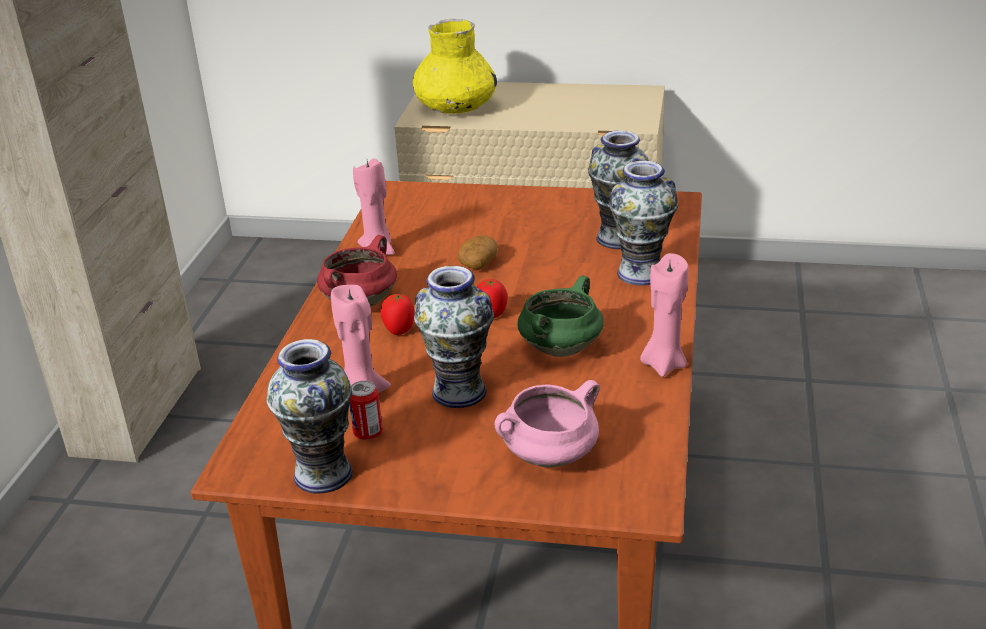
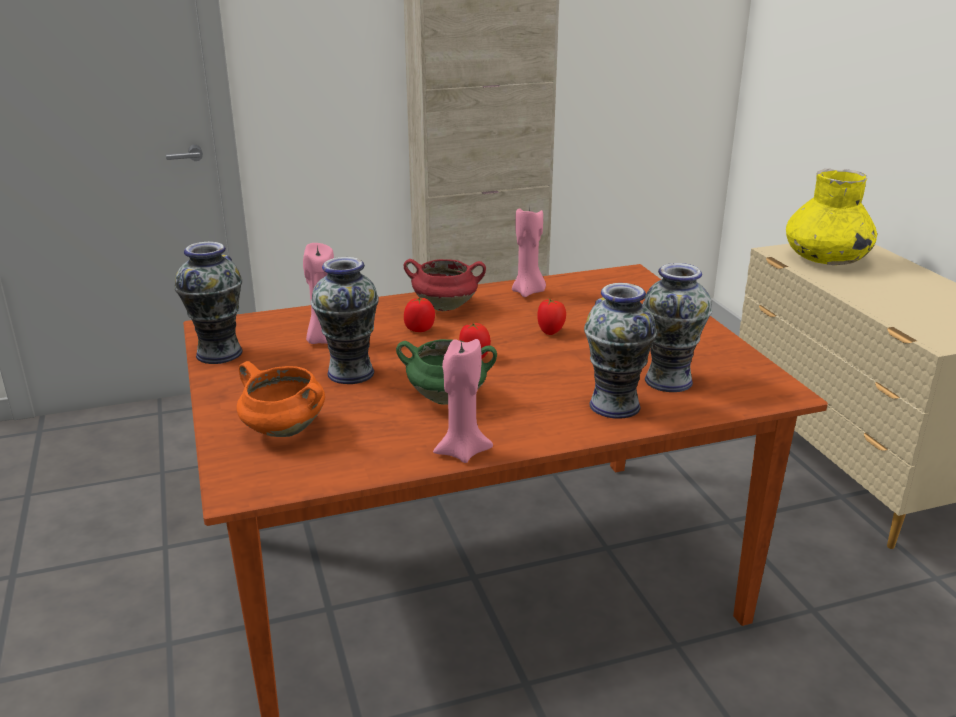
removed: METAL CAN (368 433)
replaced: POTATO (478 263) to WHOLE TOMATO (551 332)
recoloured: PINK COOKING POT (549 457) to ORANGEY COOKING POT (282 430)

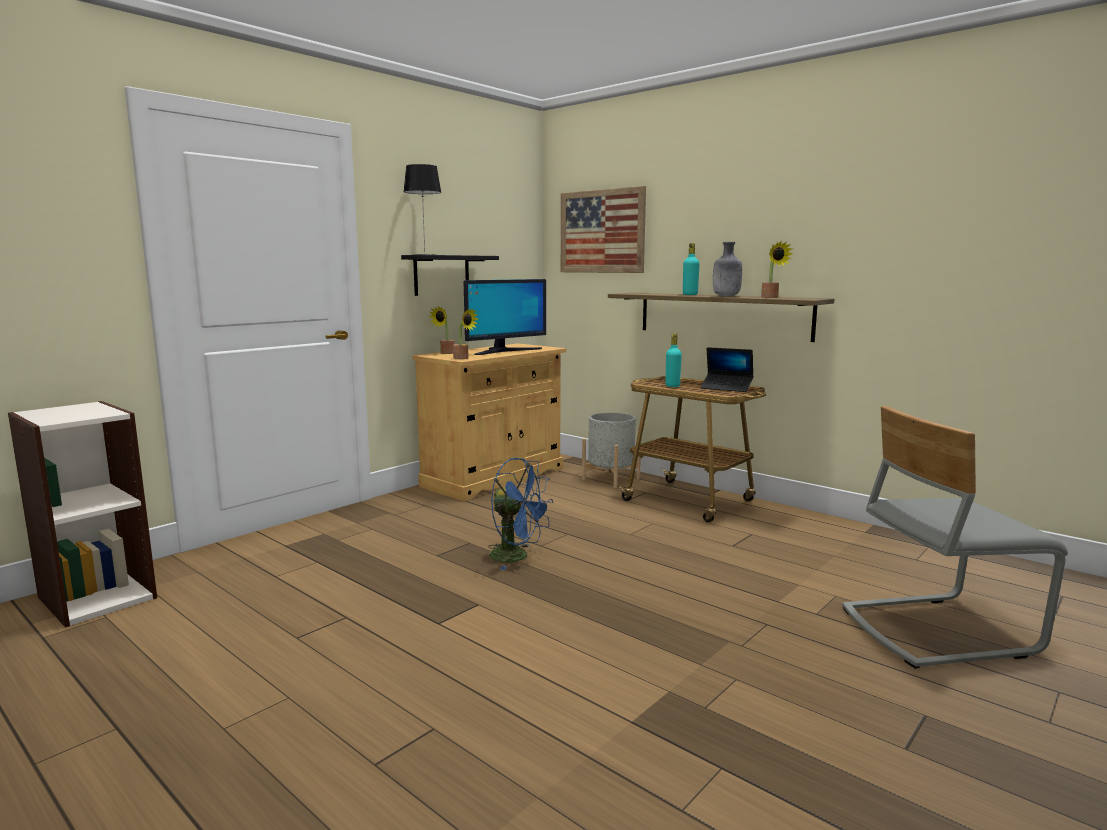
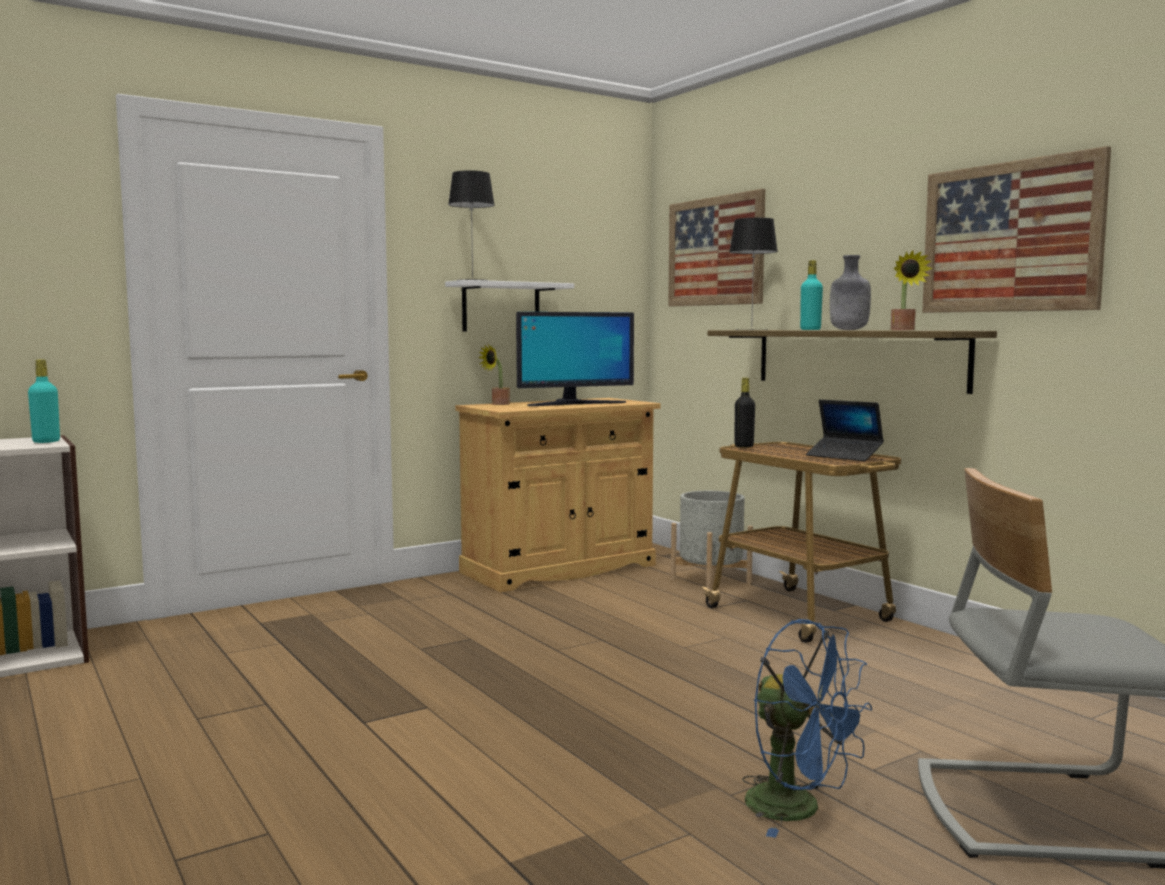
removed: POTTED PLANT (463 358)
added: TABLETOP LAMP (751 329); BLACK-COLOURED BEVERAGE BOTTLE (744 446); WALL PICTURE (1010 237)
moved: BLUE FAN (517 557) to (798 809); BLUE-GREEN BEVERAGE BOTTLE (672 386) to (46 441)
recoloured: BLACK-COLOURED BRACKET SHELF (441 275) to WHITISH BRACKET SHELF (501 307)

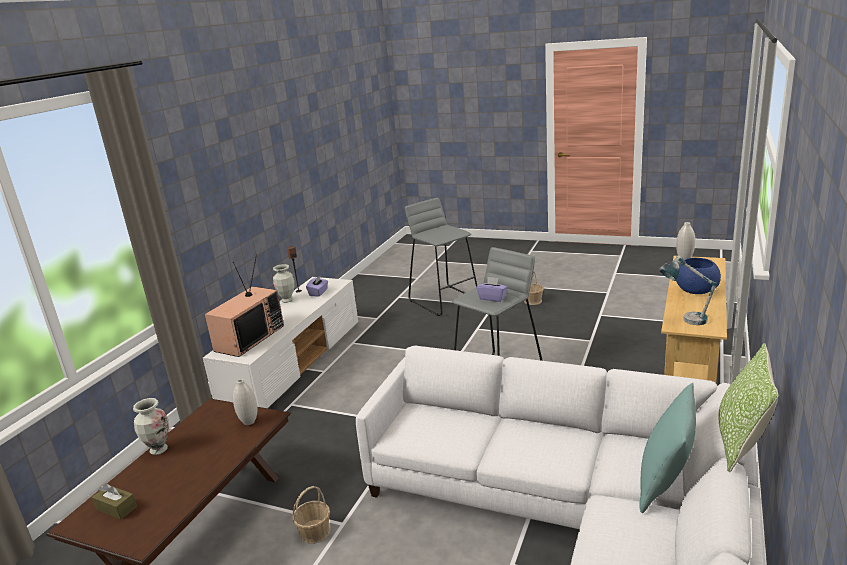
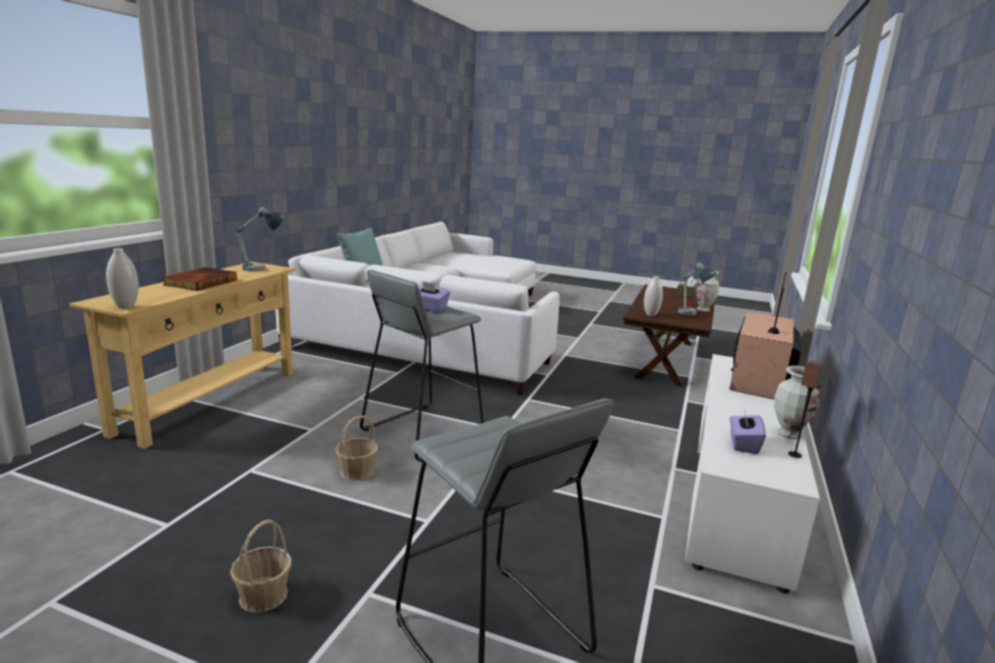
removed: THROW PILLOW (741 443)
added: TABLETOP LAMP (691 314)
moved: STORAGE BASKET (315 532) to (356 471)
replaced: BLUE SERVING BOWL (696 291) to BOUND BOOK (200 282)

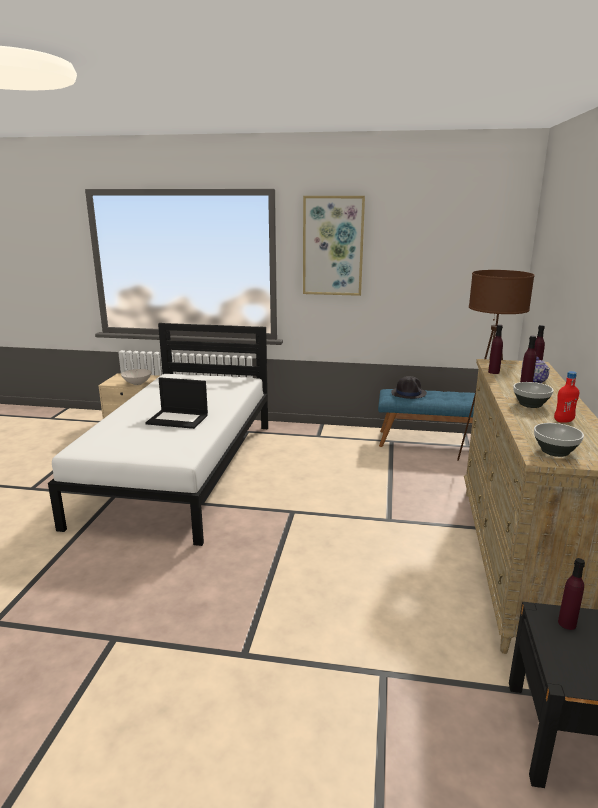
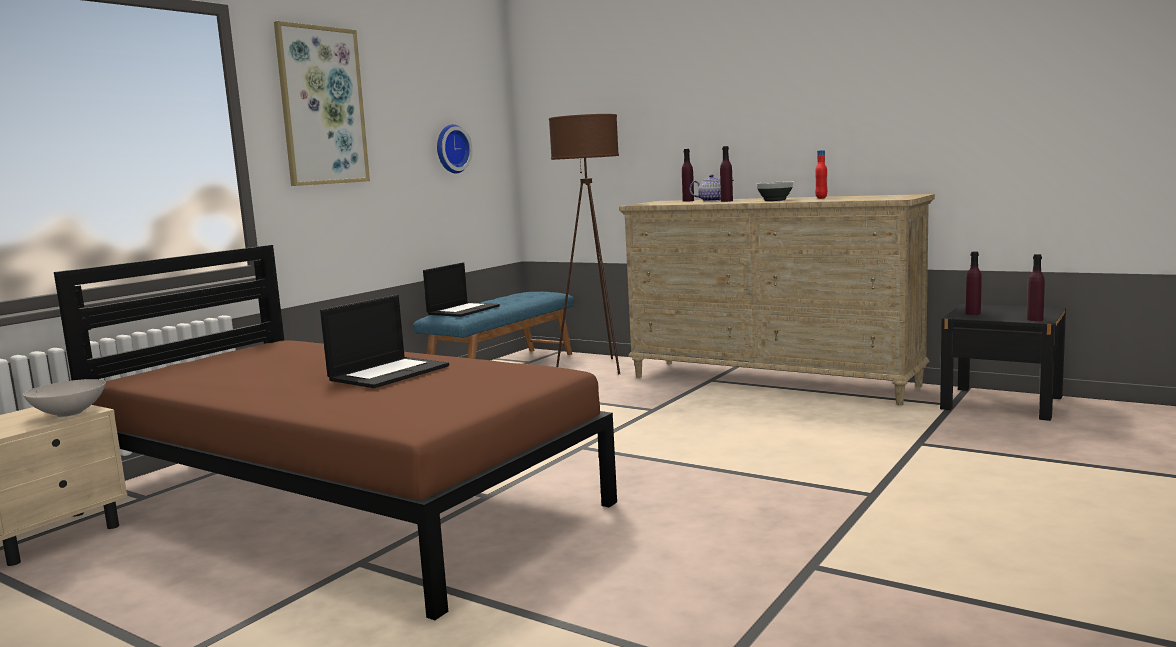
removed: SERVING BOWL (554 451)
added: HANGING CLOCK (451 149)
moved: PURPLE BEVERAGE BOTTLE (493 372) to (1035 319)
replaced: BLACK-COLOURED CLOTHING HAT (409 393) to NOTEBOOK COMPUTER (463 310)
recoloured: WHITISH SLEEPING BED (181 470) to BROWNISH SLEEPING BED (345 503)

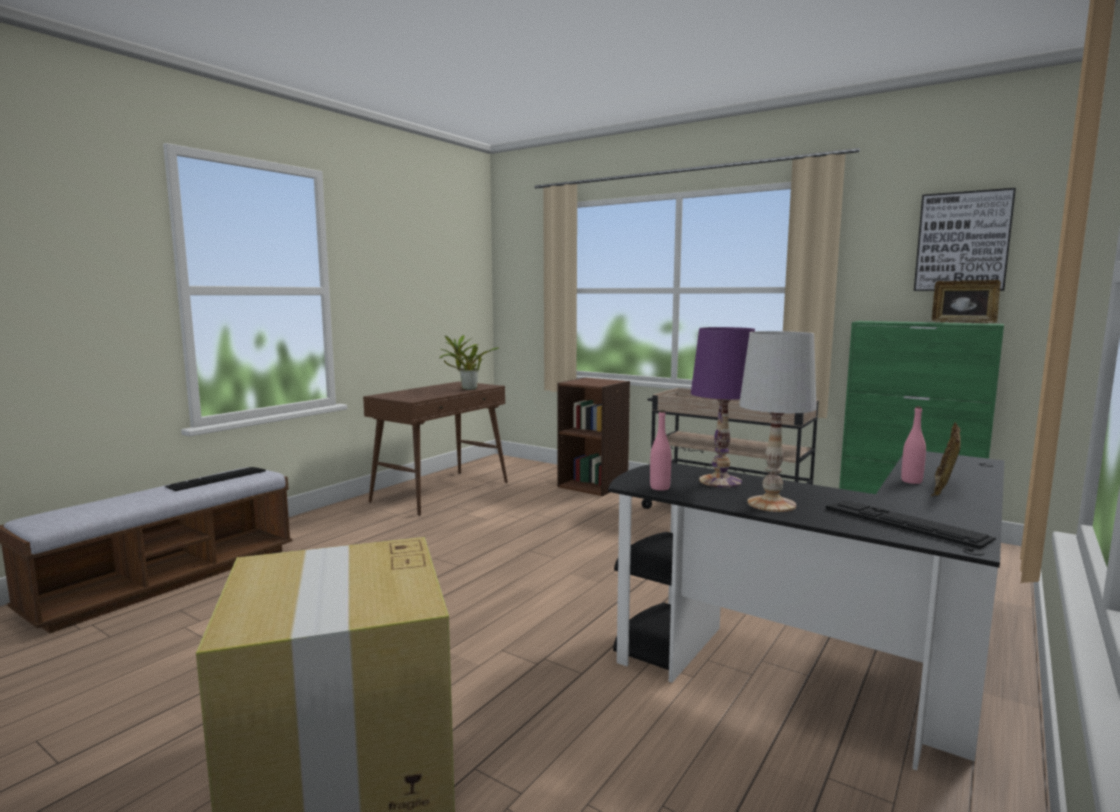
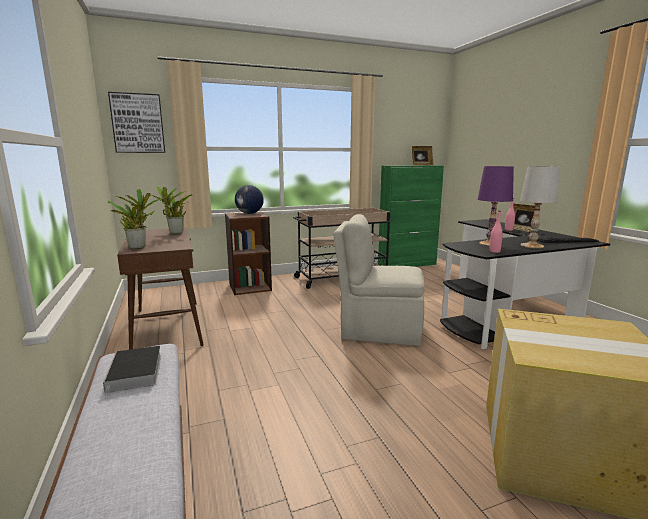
added: POTTED PLANT (138 247); DESK GLOBE (250 213); BEIGE-COLOURED UPRIGHT CHAIR (379 330)
moved: WALL PICTURE (962 242) to (137 123)
replaced: KEYBOARD (217 478) to BOUND BOOK (135 373)

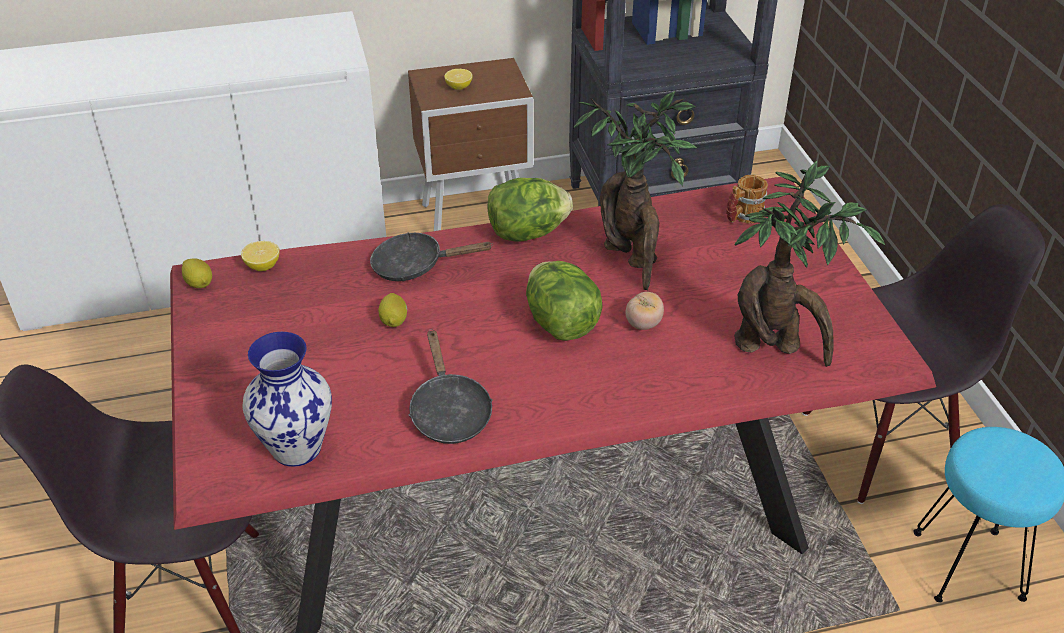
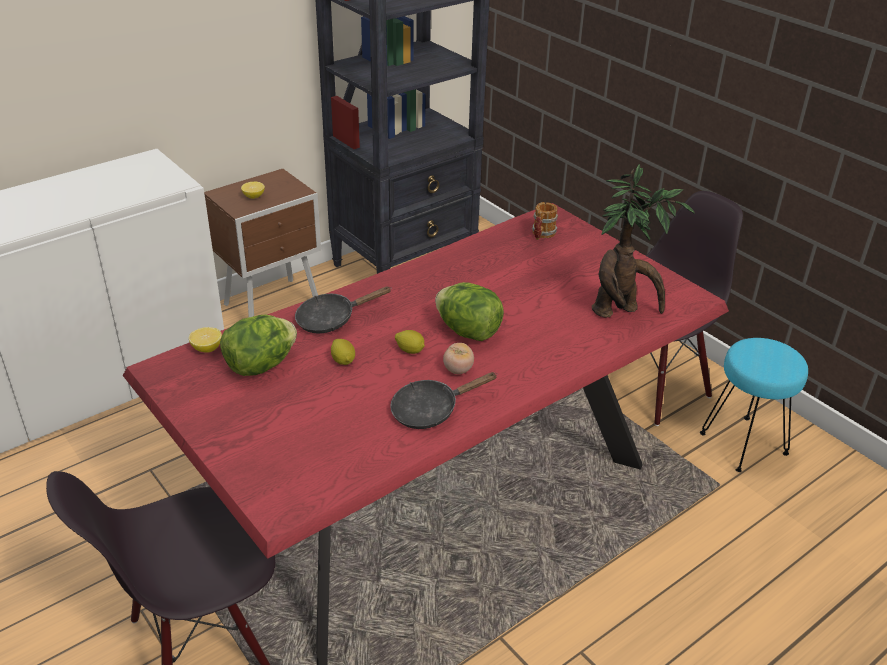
removed: VASE (295 447); POTTED PLANT (632 259)
moved: WHOLE LEMON (199 283) to (410 350); HEAD OF LETTUCE (527 233) to (260 365); WHOLE TOMATO (643 324) to (458 370)
turned: BLACK-COLOURED PAN (449 411) = (430 410) 105 degrees clockwise

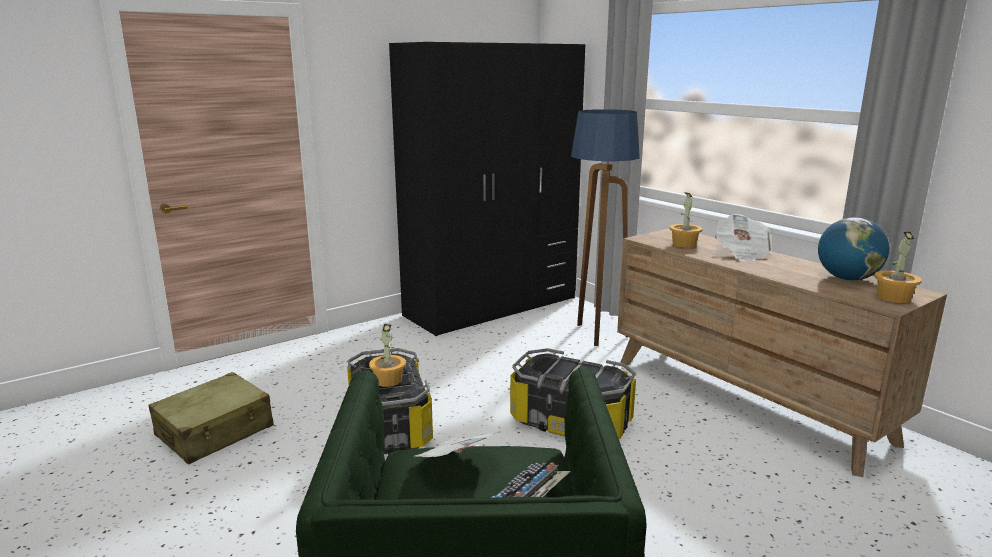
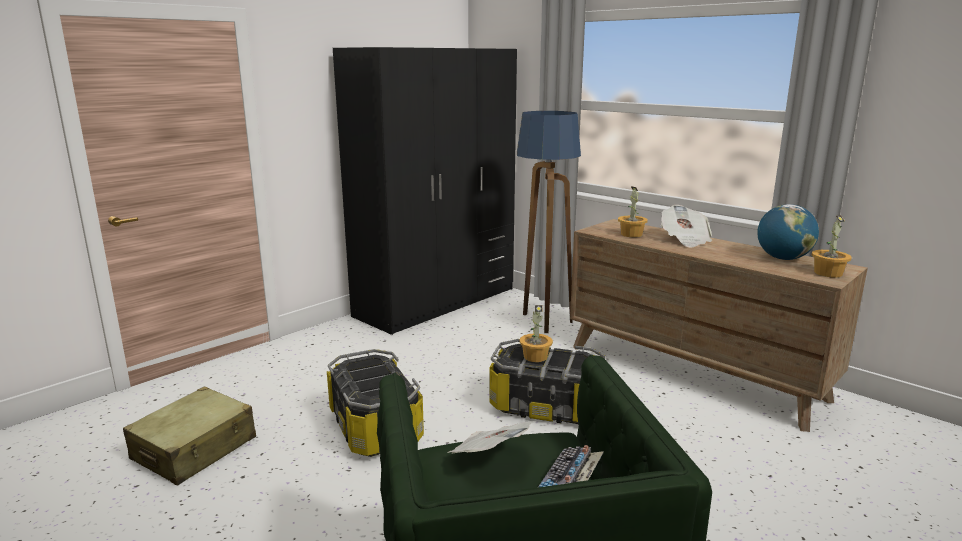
moved: POTTED PLANT (388 380) to (535 356)

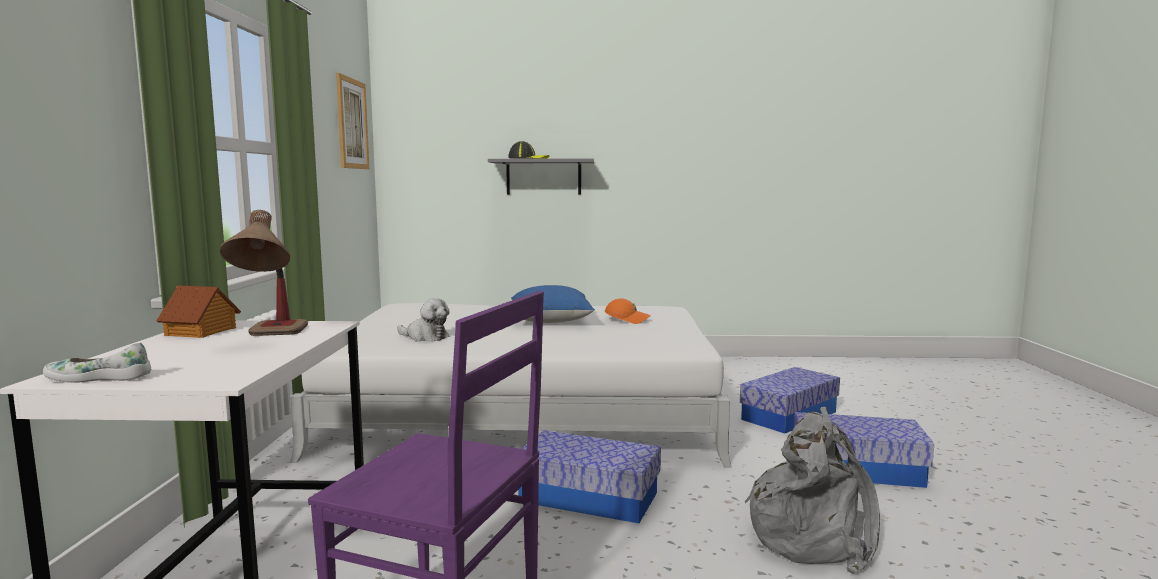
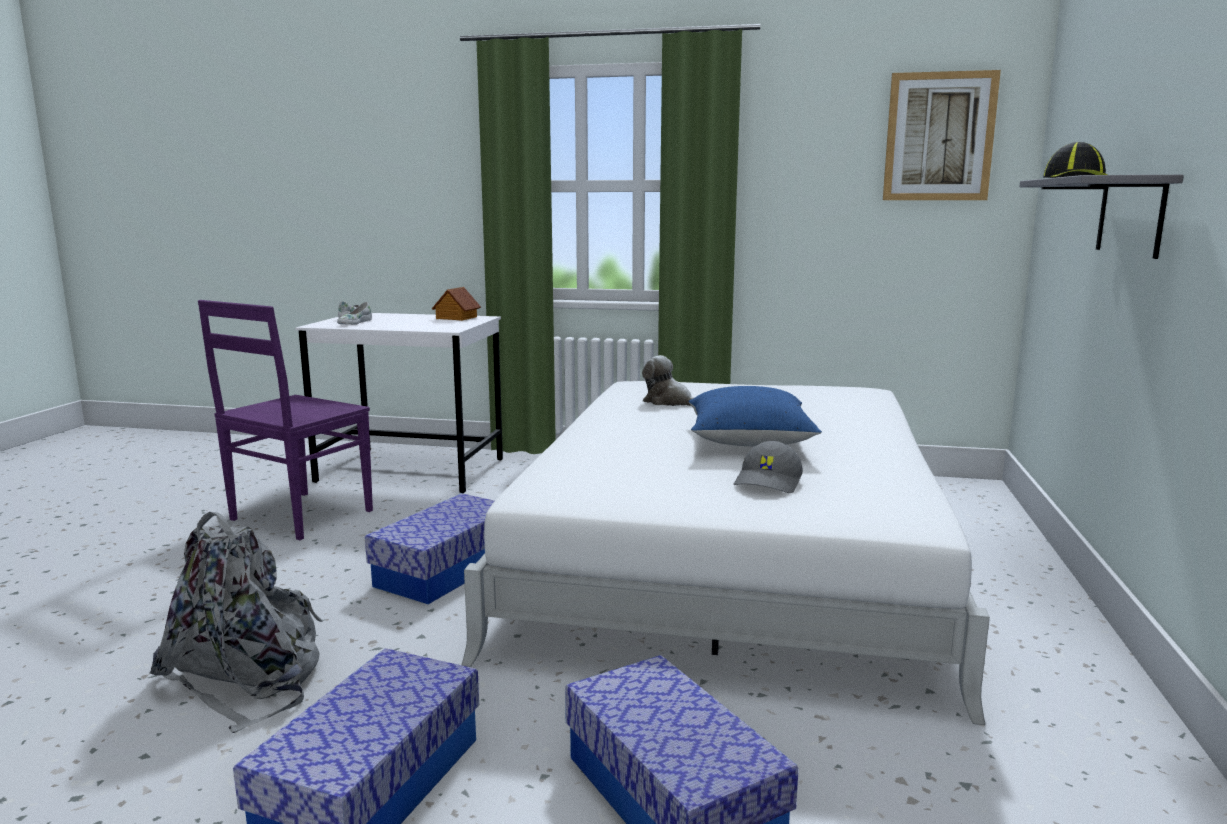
removed: TABLETOP LAMP (272 336)
added: WHITISH ITEM OF FOOTWEAR (354 323)
recoloured: ORANGEY PEAKED CAP (627 319) to GREYISH PEAKED CAP (769 482)
turned: SOFT TOY (425 337) = (669 402) 90 degrees clockwise

